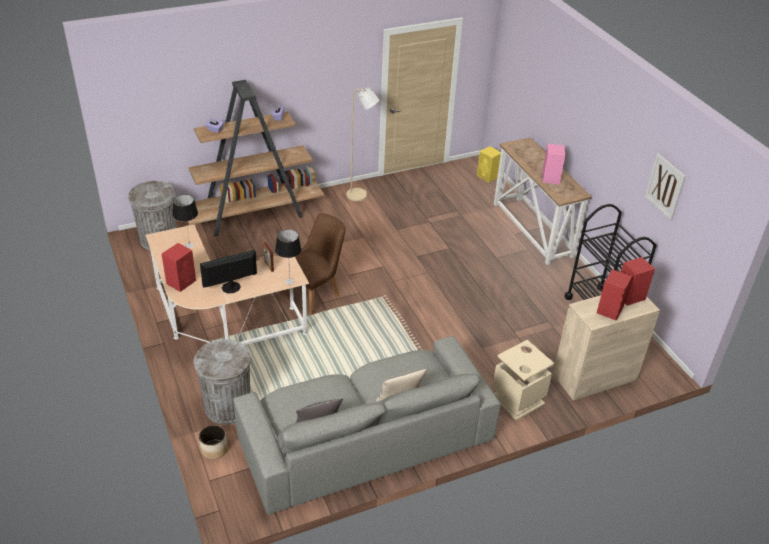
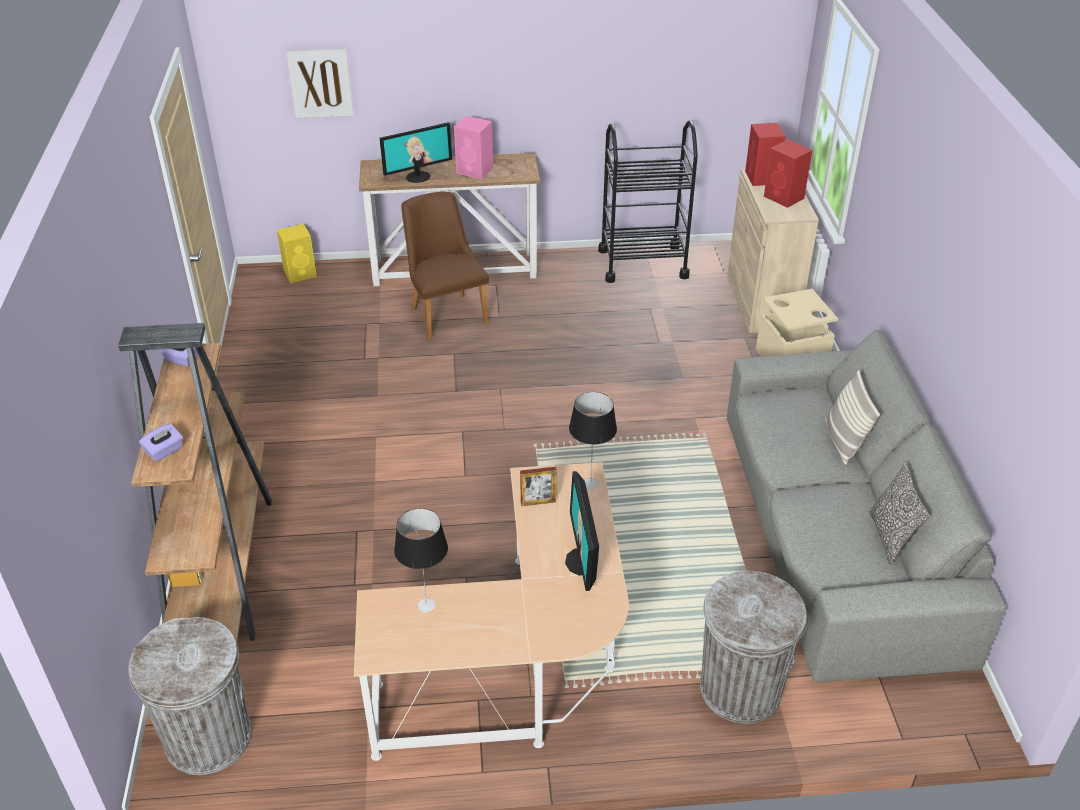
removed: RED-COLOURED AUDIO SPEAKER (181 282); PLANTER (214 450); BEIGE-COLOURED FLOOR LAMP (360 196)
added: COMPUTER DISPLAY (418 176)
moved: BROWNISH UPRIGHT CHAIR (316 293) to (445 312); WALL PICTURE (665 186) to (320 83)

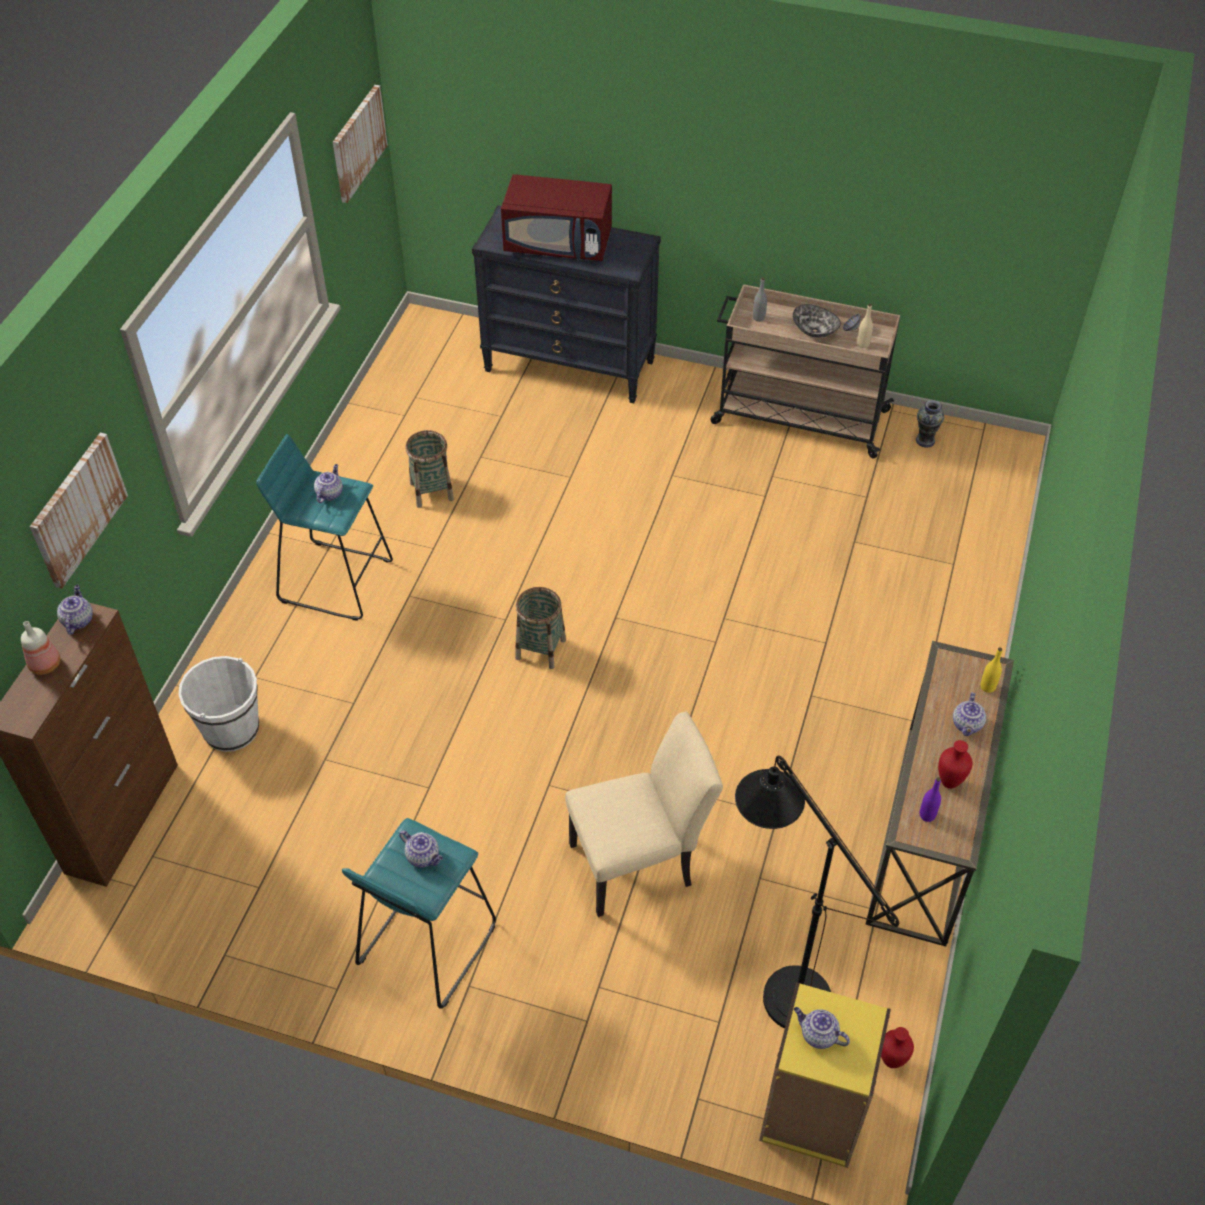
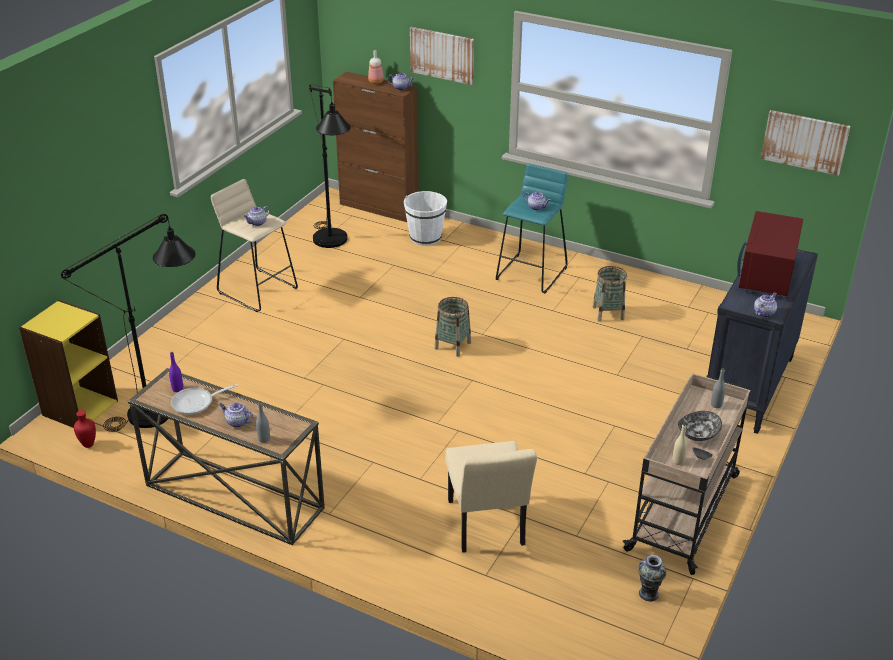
added: BLACK-COLOURED FLOOR LAMP (333 244)
moved: BEIGE-COLOURED UPRIGHT CHAIR (640 862) to (487 528); TEAPOT (818 1035) to (764 313)
replaced: RED-COLOURED VASE (949 781) to PAN (196 403)
recoloured: BLUE-GREEN SITTING STOOL (426 945) to BEIGE-COLOURED SITTING STOOL (258 290); YELLOWISH BEVERAGE BOTTLE (987 687) to GREYISH BEVERAGE BOTTLE (264 439)

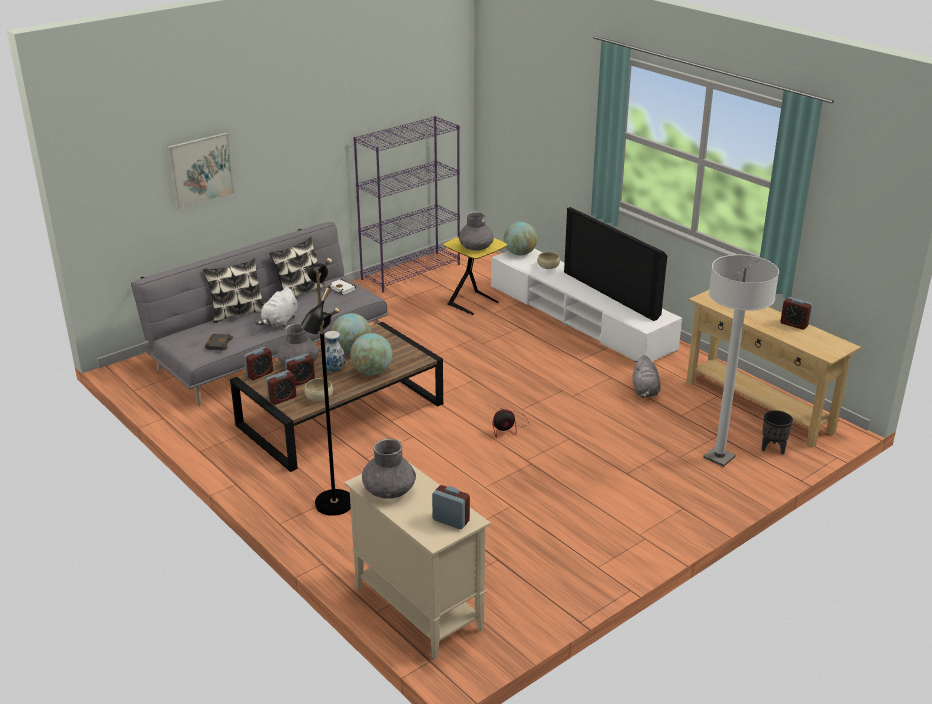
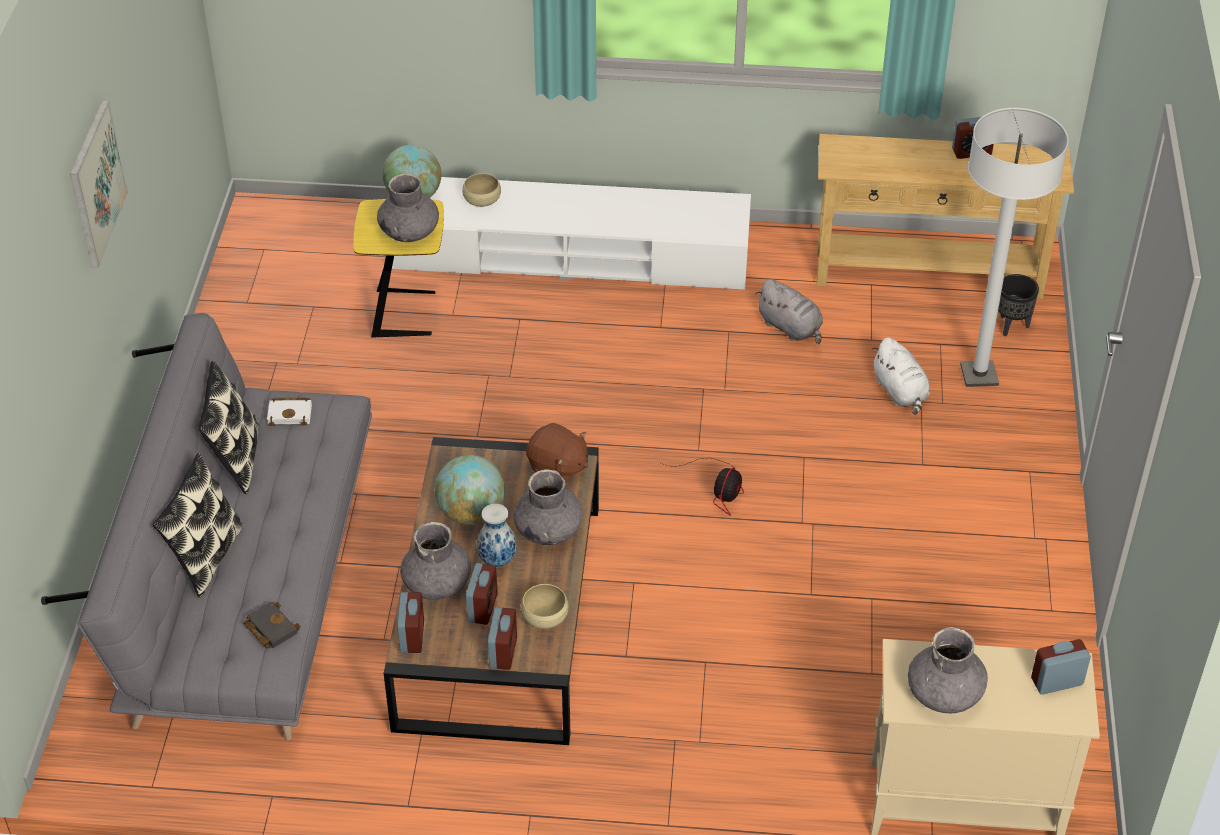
removed: BLACK-COLOURED FLOOR LAMP (333 503); PURPLE SHELVING UNIT (411 271); TV SET (613 293)
added: BROWNISH SOFT TOY (557 467)
moved: WALL PICTURE (201 170) to (96 183); WHITISH SOFT TOY (280 322) to (900 392)
replaced: DESK GLOBE (372 372) to GREYISH VASE (548 529)

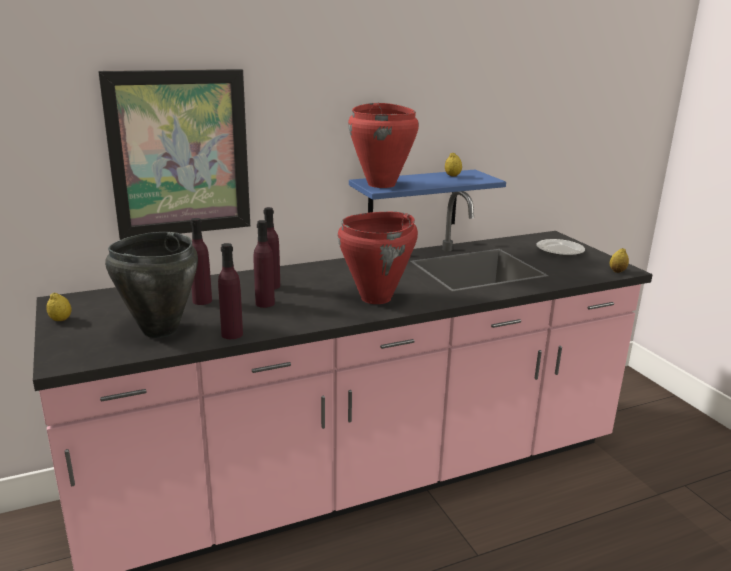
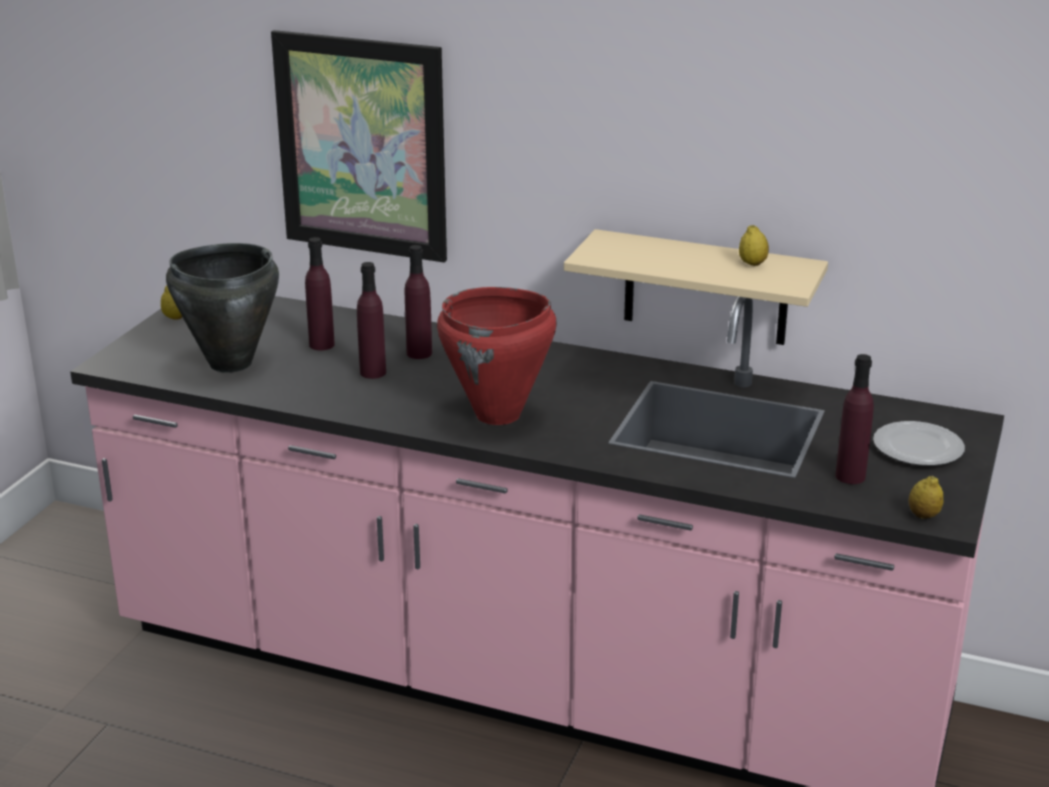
removed: RED-COLOURED COOKING POT (382 184)
moved: PURPLE BEVERAGE BOTTLE (232 334) to (850 476)
recoloured: BLUE BRACKET SHELF (413 201) to BEIGE-COLOURED BRACKET SHELF (706 288)

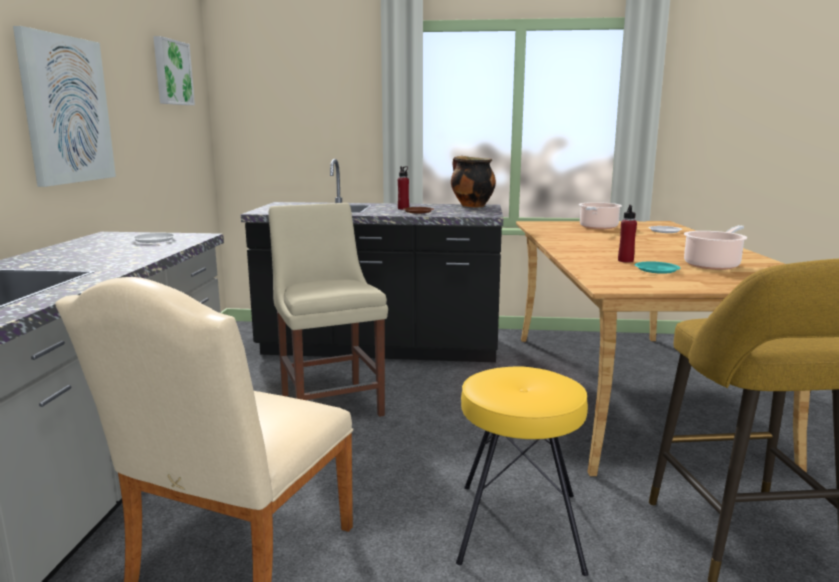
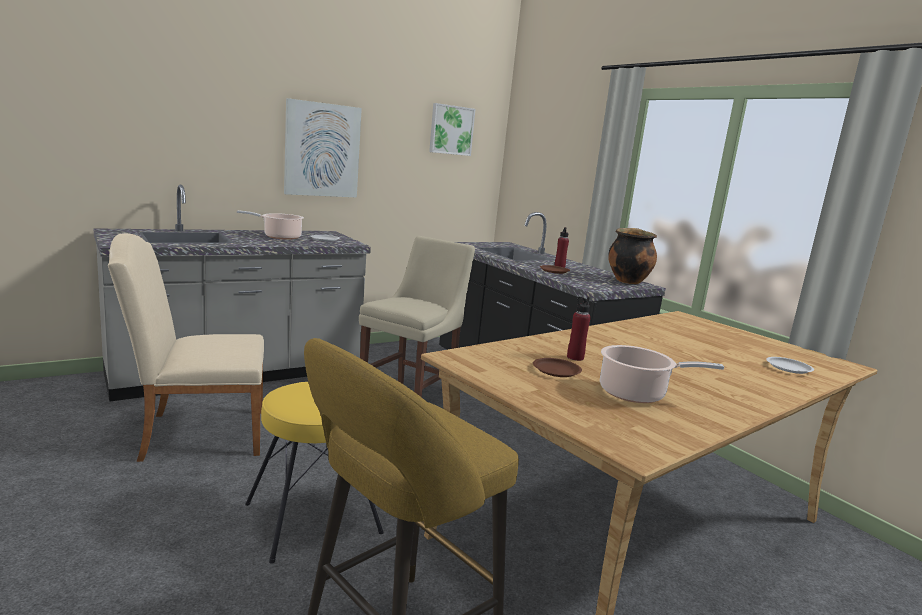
moved: COOKING POT (597 227) to (279 237)
recoloured: BLUE-GREEN PLATE (656 270) to BROWNISH PLATE (556 370)

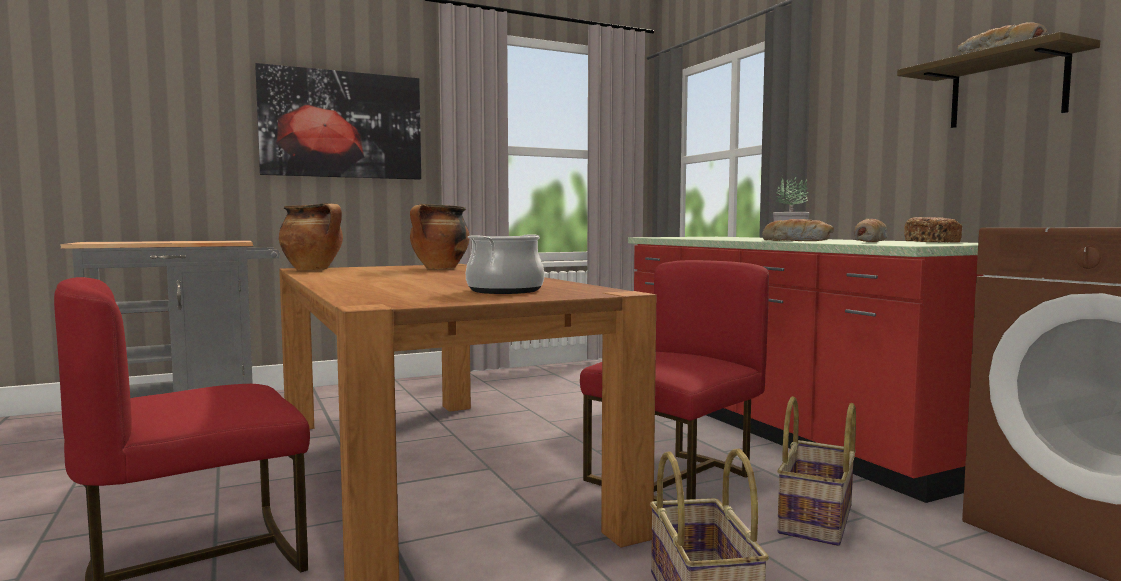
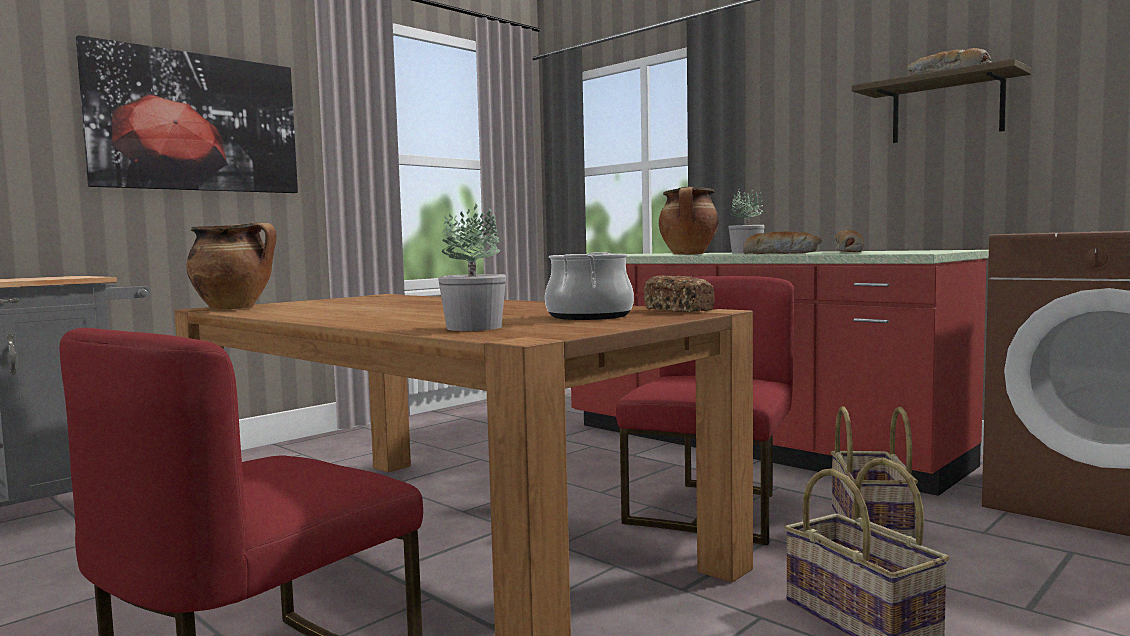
added: POTTED PLANT (475 327)
moved: COOKING POT (440 268) to (689 254); BAKED BREAD (932 242) to (679 310)

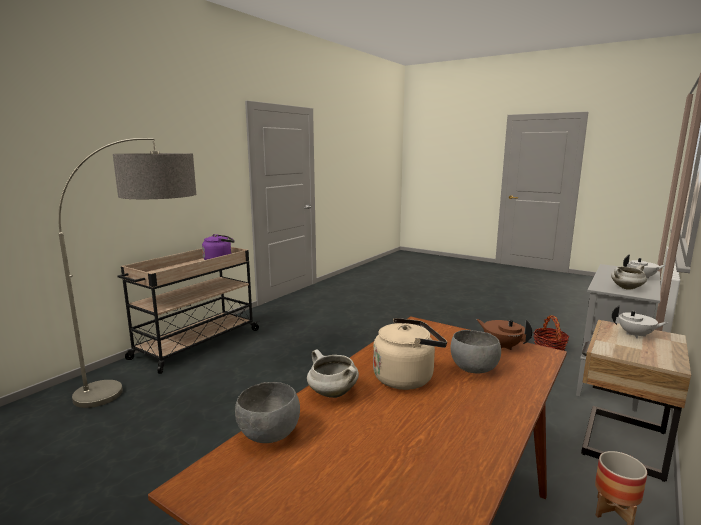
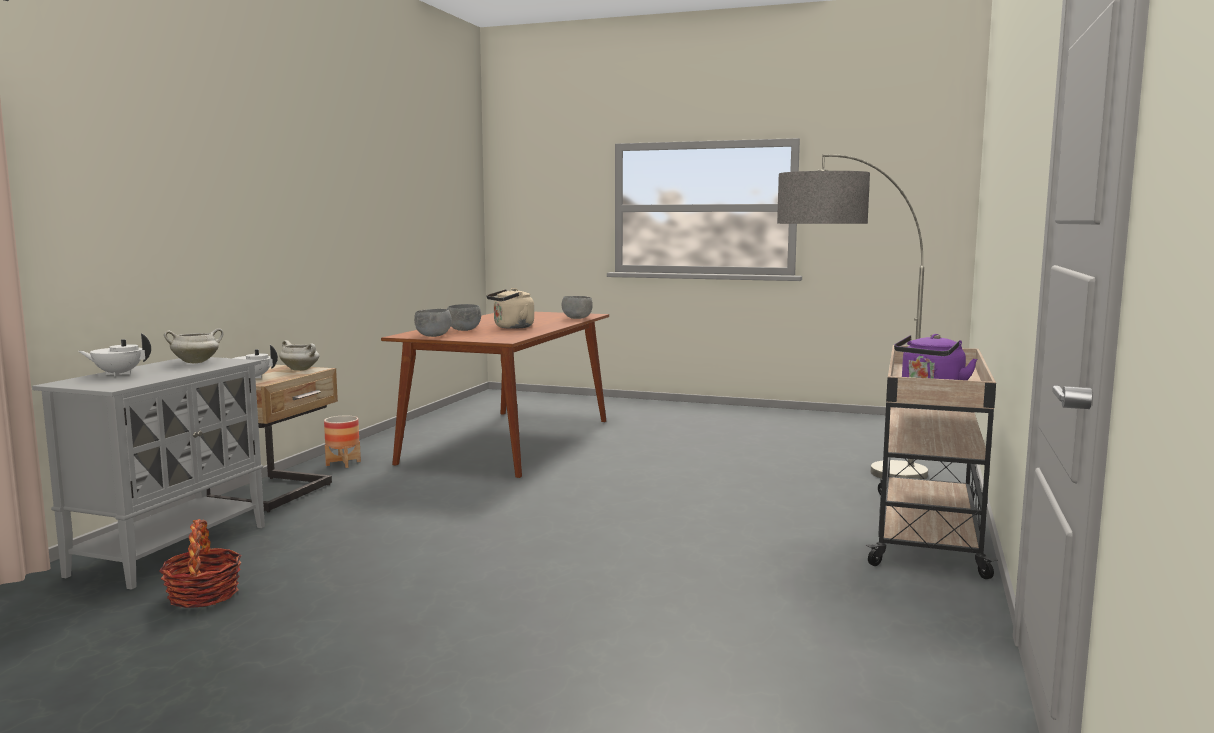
moved: WHITISH COOKING POT (331 393) to (301 370)
replaced: BROWNISH TEAPOT (502 346) to GREYISH SERVING BOWL (433 336)

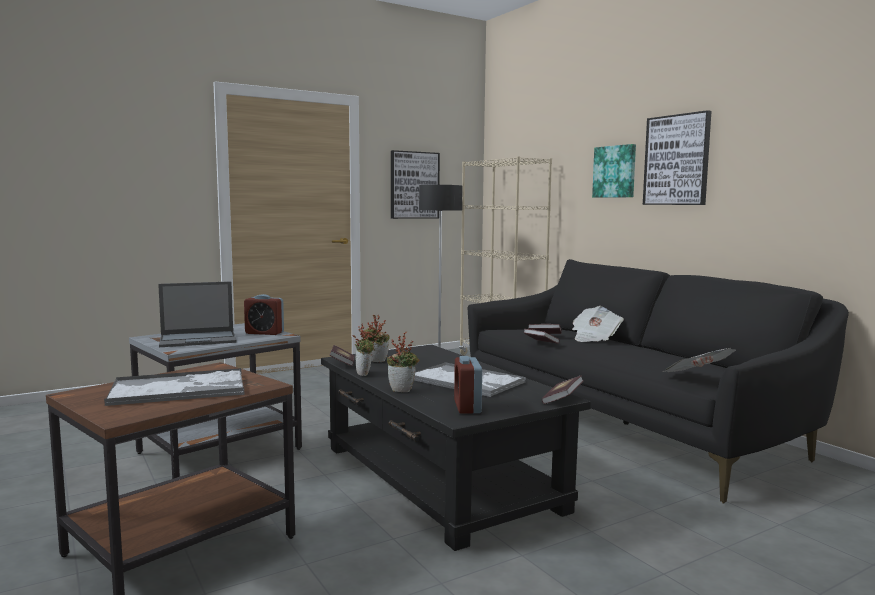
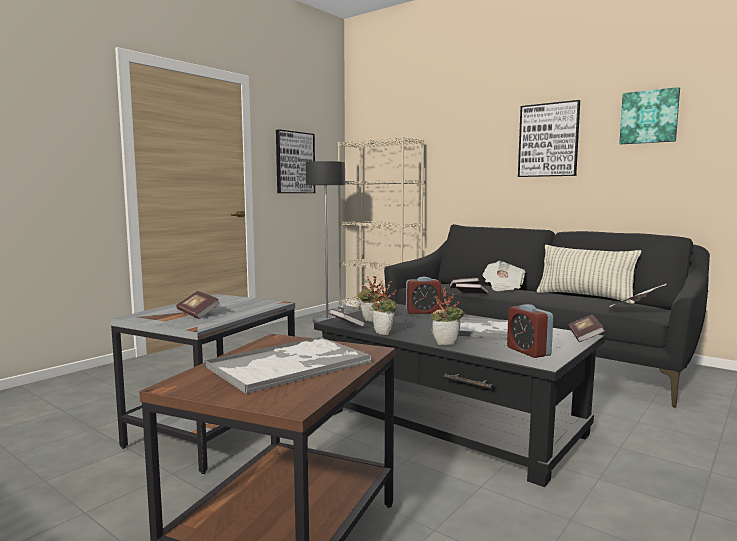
added: THROW PILLOW (585 297)
moved: ALARM CLOCK (264 333) to (423 312); WALL PICTURE (615 171) to (649 117)
replaced: NOTEBOOK COMPUTER (199 339) to BOUND BOOK (198 314)

